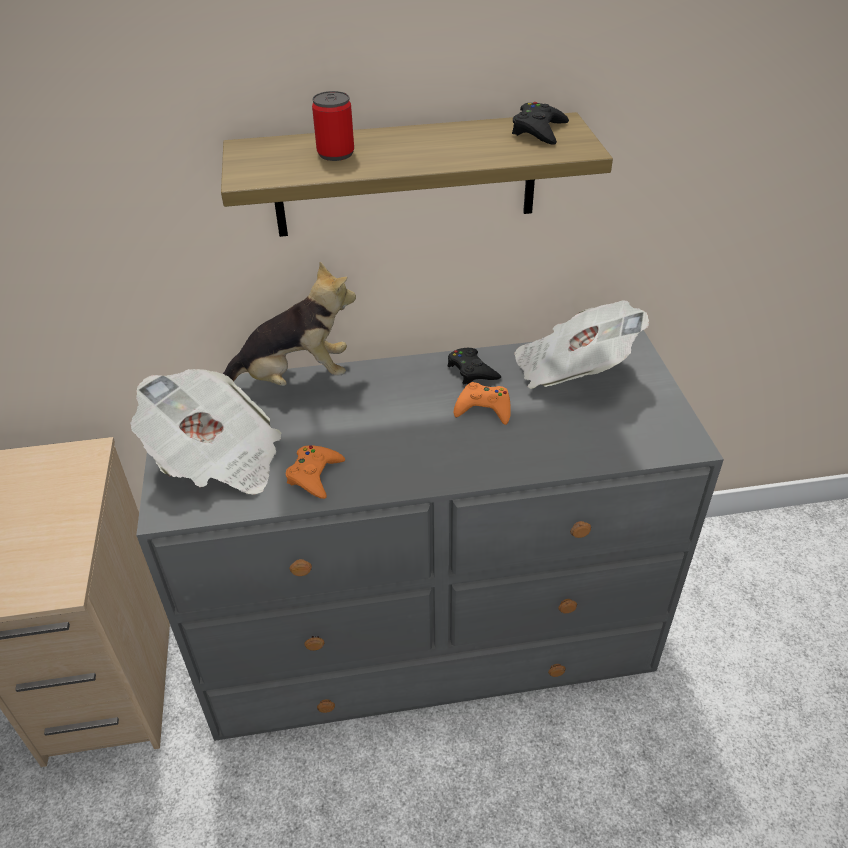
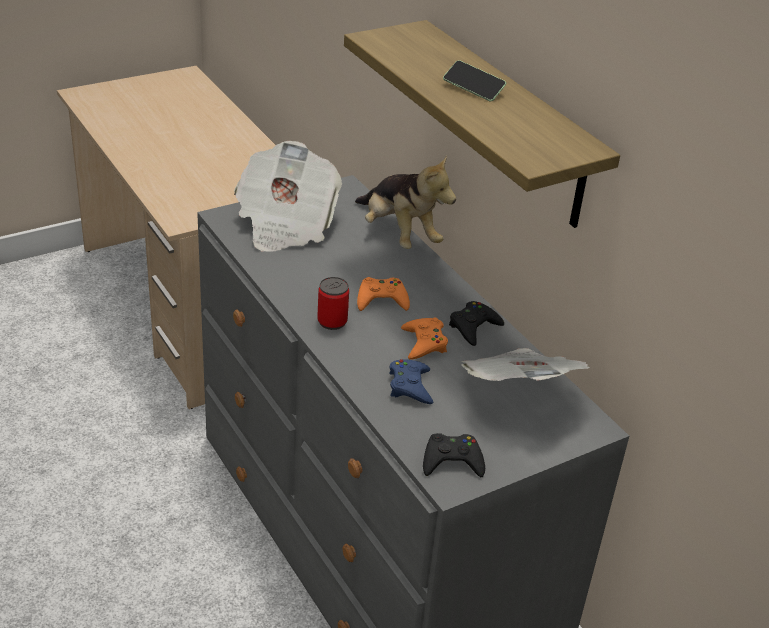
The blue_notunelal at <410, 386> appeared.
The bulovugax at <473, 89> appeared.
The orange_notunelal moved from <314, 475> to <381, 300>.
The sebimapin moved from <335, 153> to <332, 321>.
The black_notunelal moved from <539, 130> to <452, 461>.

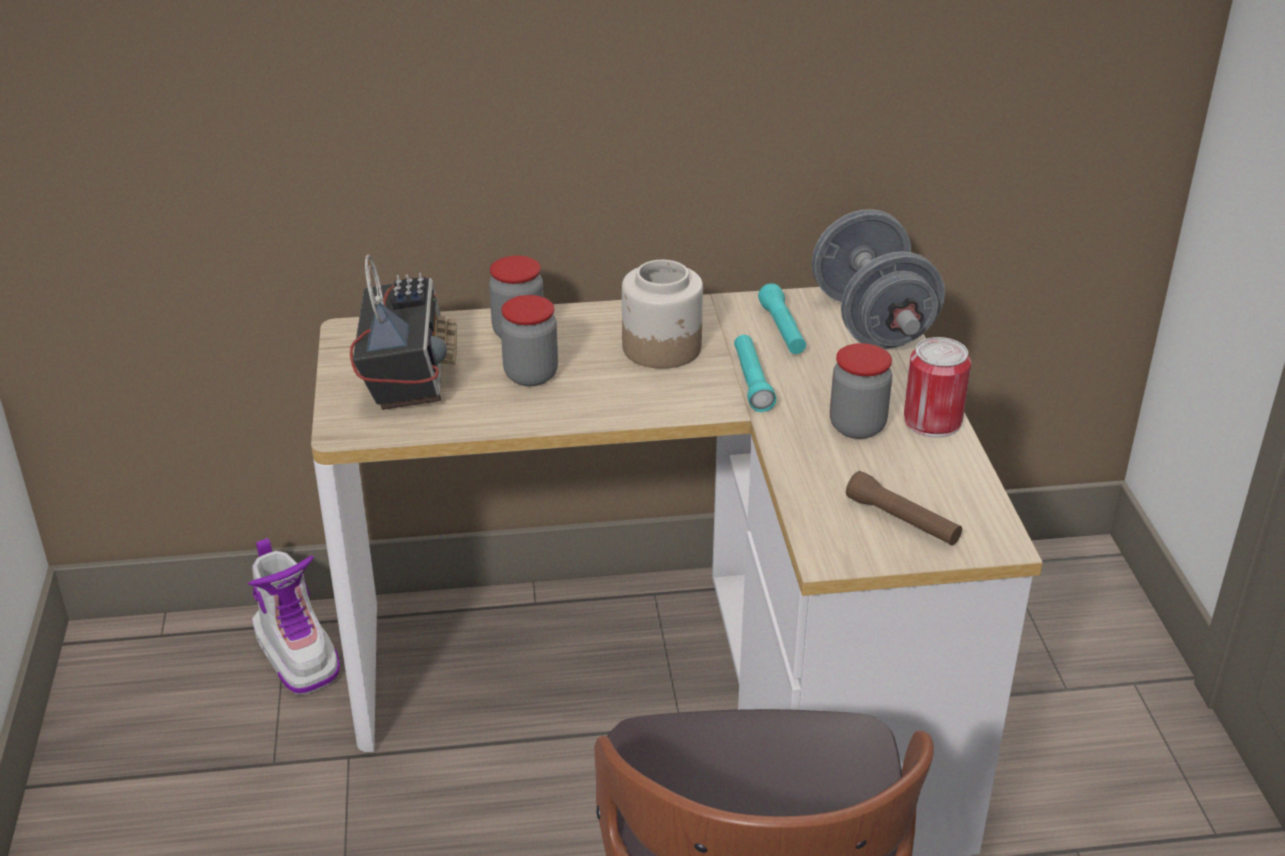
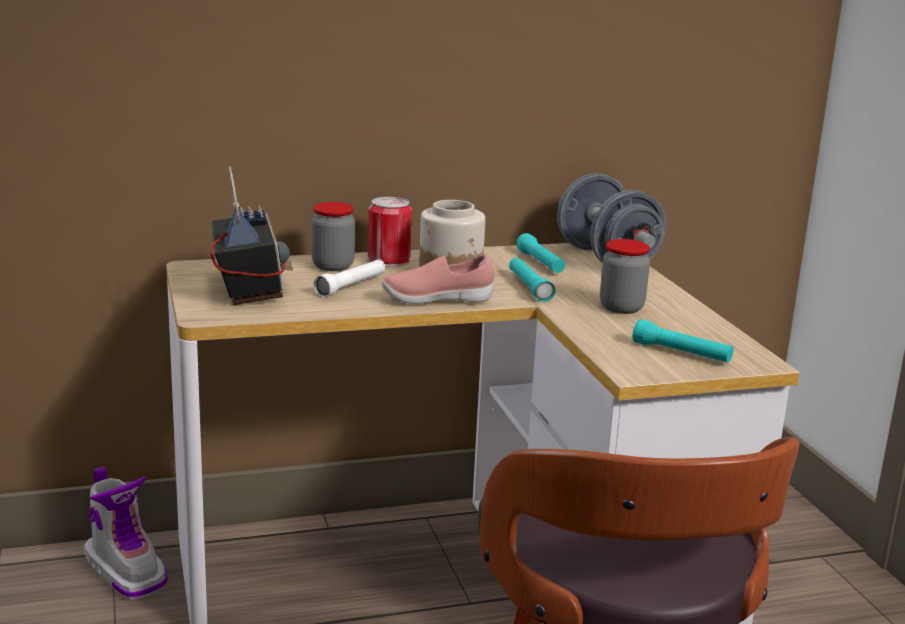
The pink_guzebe at <437, 300> appeared.
The sebimapin moved from <932, 421> to <389, 260>.
The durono at <531, 375> was replaced by the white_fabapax at <351, 286>.
The brown_fabapax at <902, 521> became the turquoise_fabapax at <681, 353>.

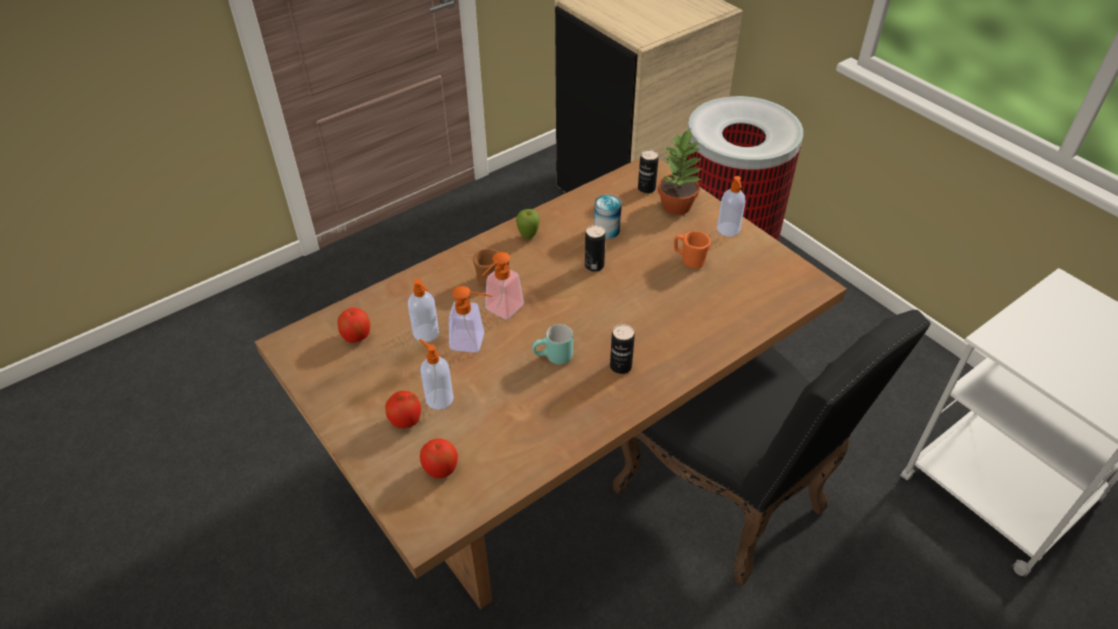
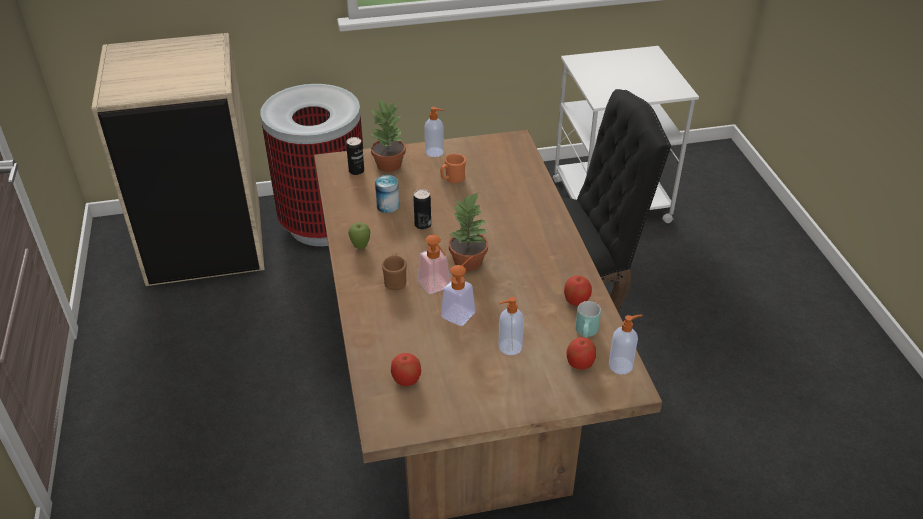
The sebimapin at <620, 366> disappeared.
The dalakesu at <469, 262> appeared.
The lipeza moved from <406, 420> to <576, 301>.
The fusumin moved from <426, 333> to <621, 365>.
The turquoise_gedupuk moved from <553, 358> to <587, 334>.

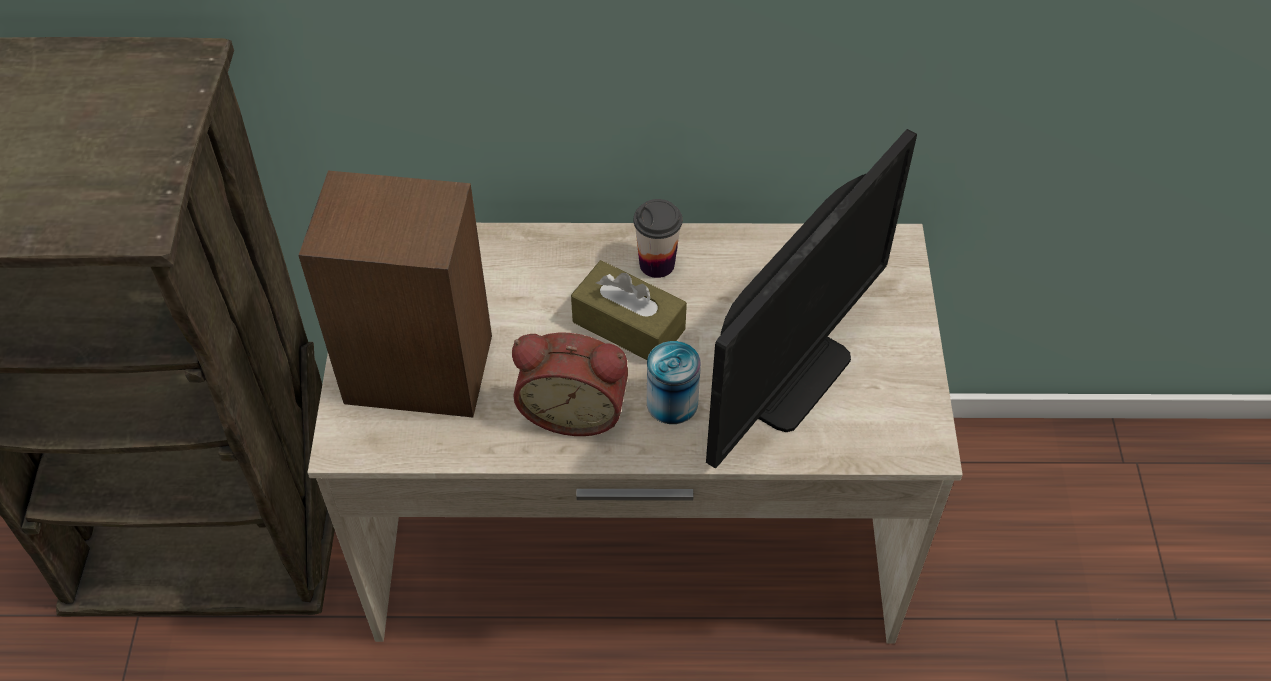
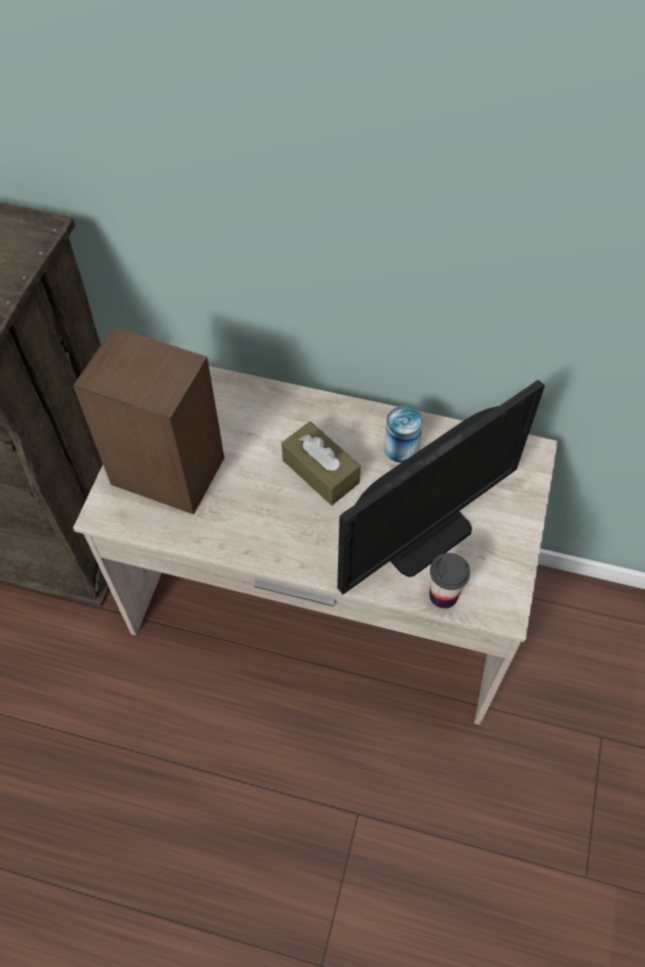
The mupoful at <574, 409> disappeared.
The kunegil moved from <657, 264> to <443, 595>.
The sebimapin moved from <672, 402> to <401, 448>.

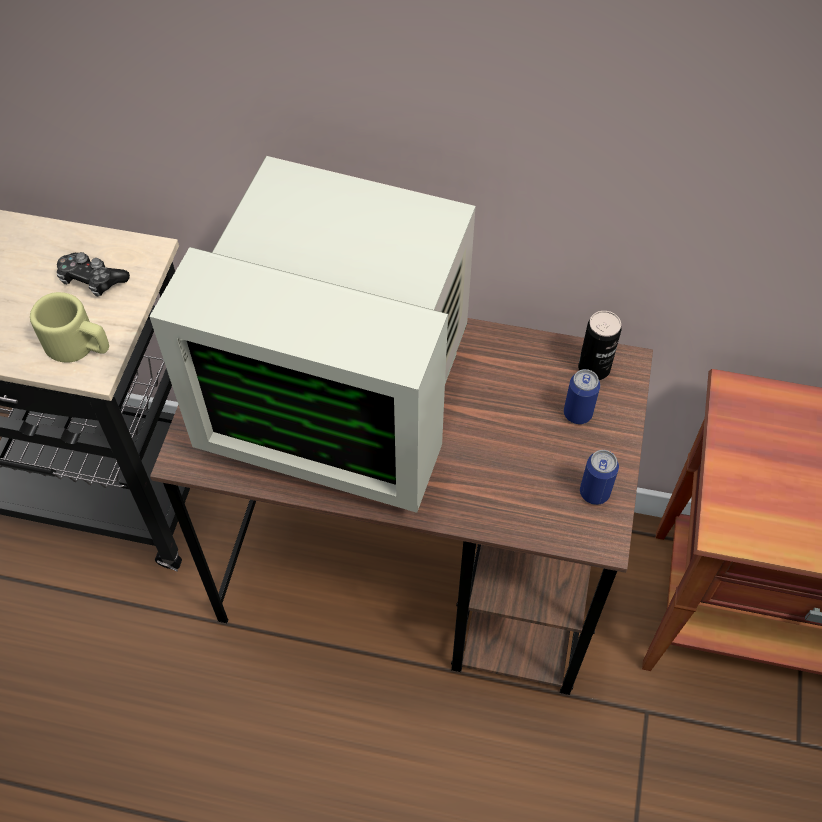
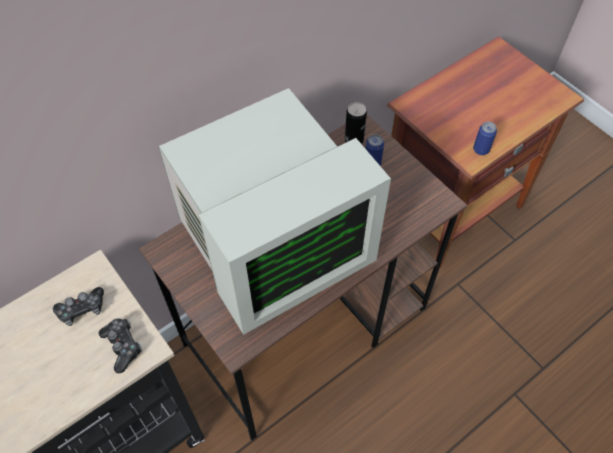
The sebimapin moved from <594, 493> to <481, 150>.
The beige_gedupuk at <79, 346> was replaced by the notunelal at <123, 346>.

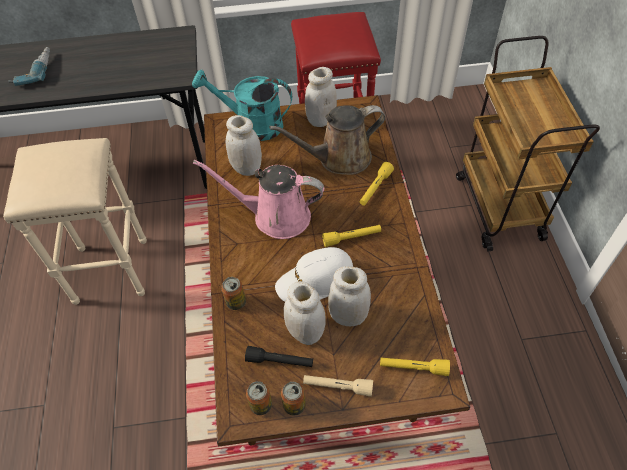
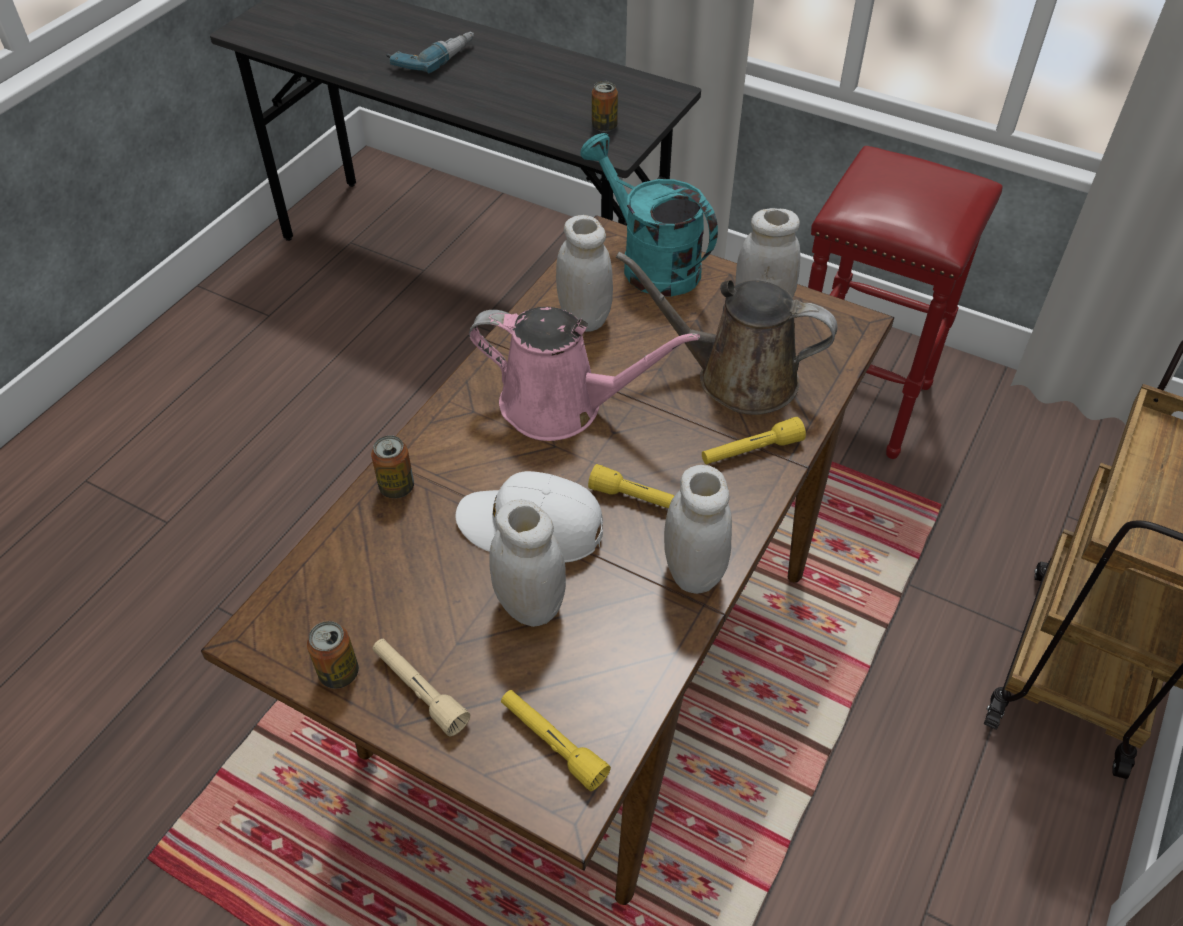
The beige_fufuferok at <109, 272> disappeared.
The black_fabapax at <280, 361> disappeared.
The sebimapin moved from <261, 405> to <604, 126>.
The white_durono moved from <305, 332> to <693, 572>.
The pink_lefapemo at <275, 216> turned 150 degrees clockwise.

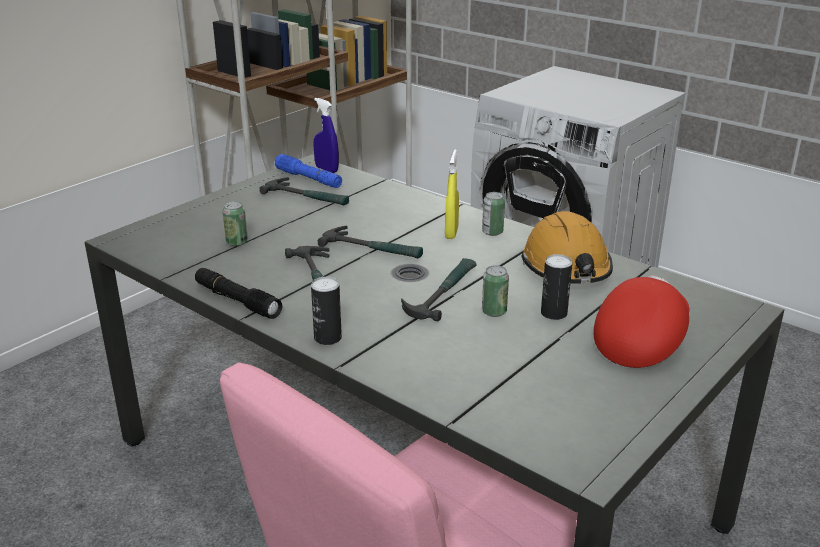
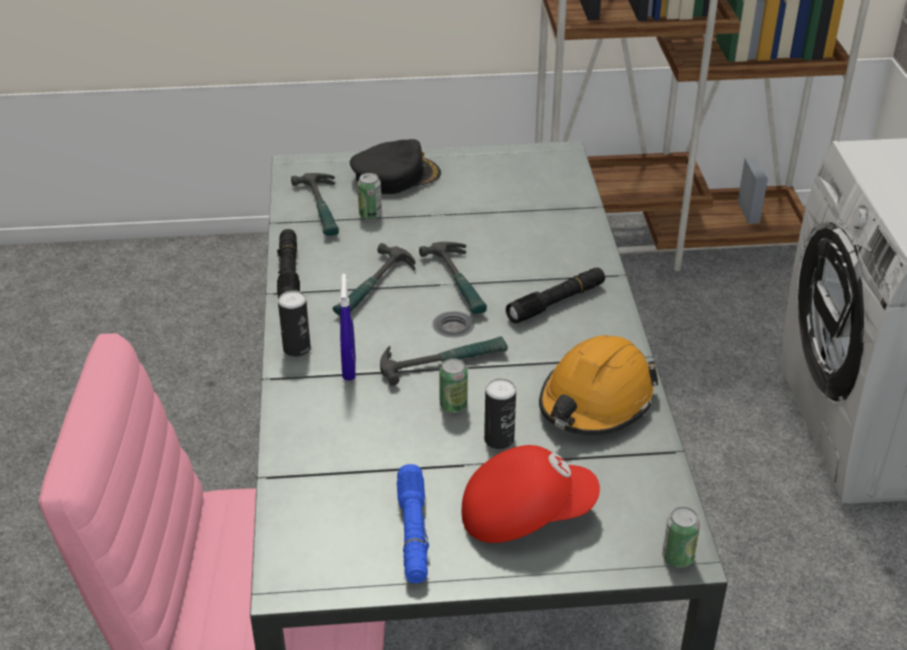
The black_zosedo at <395, 175> appeared.
The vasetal moved from <307, 197> to <323, 209>.
The blue_fabapax moved from <308, 179> to <413, 532>.
The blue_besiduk moved from <326, 169> to <349, 369>.
The sebimapin moved from <492, 232> to <677, 557>.
The yellow_besiduk at <451, 233> was replaced by the black_fabapax at <556, 302>.

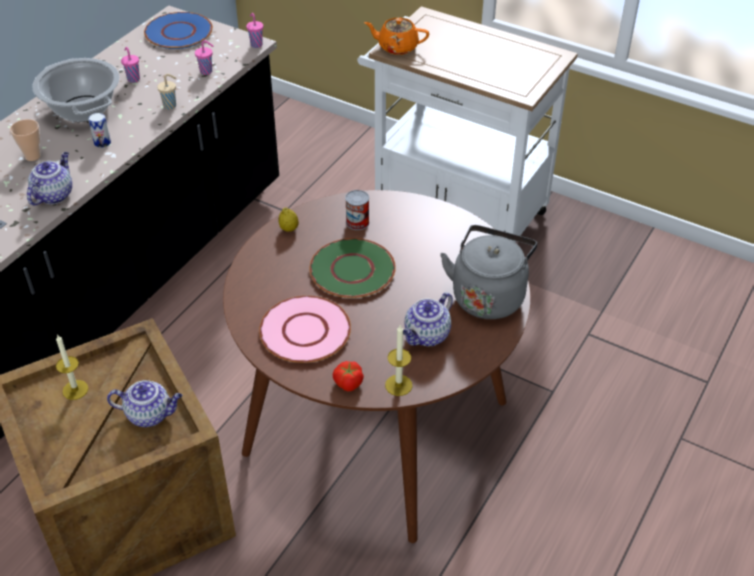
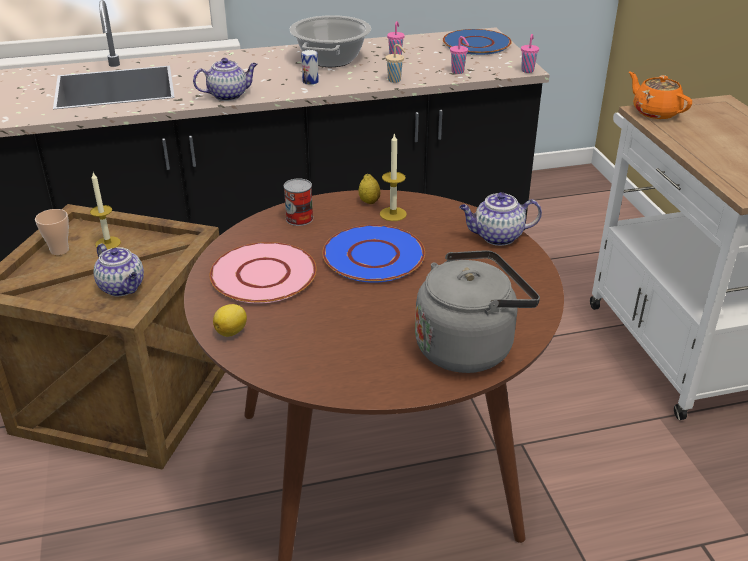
The kunegil moved from <32, 156> to <59, 250>.
The sebimapin moved from <357, 222> to <299, 218>.
The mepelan moved from <398, 385> to <393, 214>.
The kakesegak moved from <426, 336> to <497, 237>.
The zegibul at <348, 382> was replaced by the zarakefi at <232, 331>.
The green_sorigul at <351, 270> became the blue_sorigul at <373, 255>.

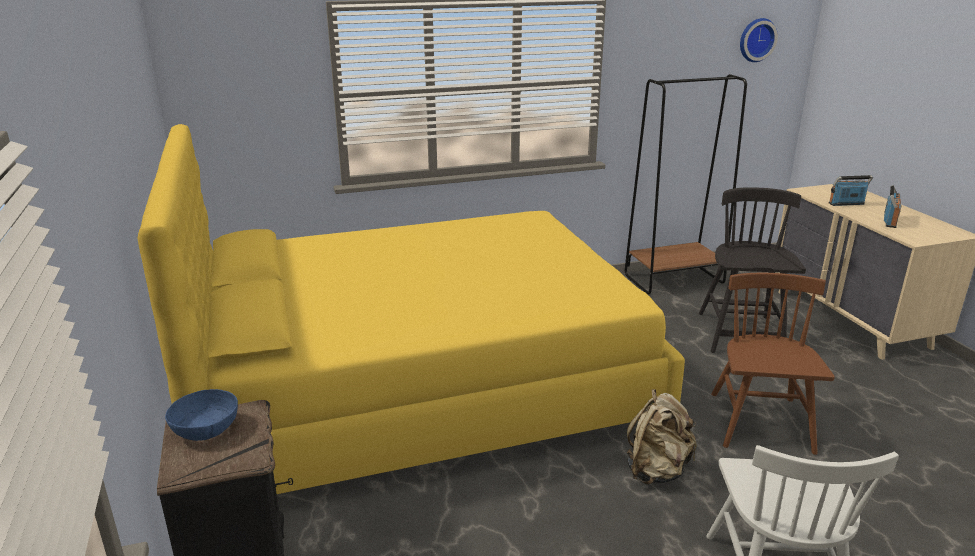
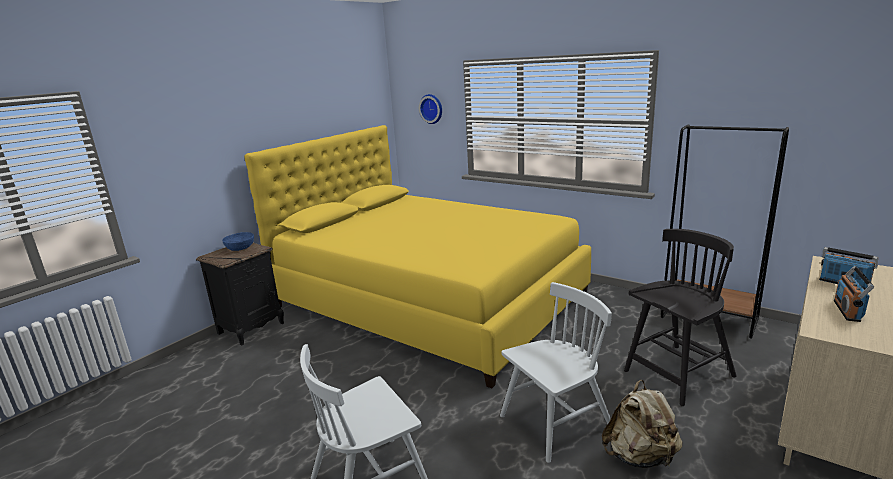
The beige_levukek moved from <657, 470> to <640, 457>.
The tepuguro moved from <756, 40> to <432, 109>.
The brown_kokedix at <760, 423> became the white_kokedix at <555, 422>.
The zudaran at <890, 221> turned 120 degrees clockwise.

